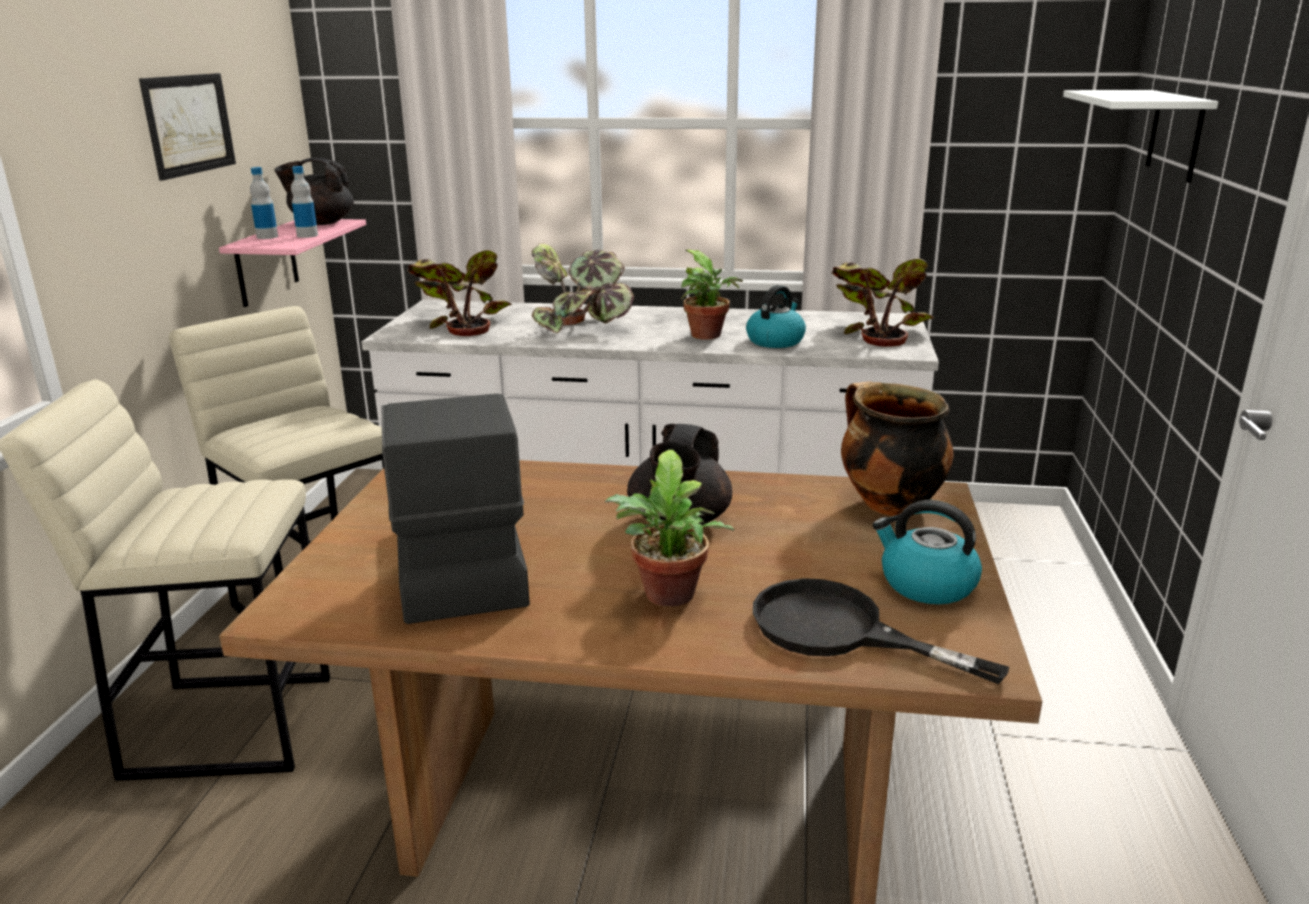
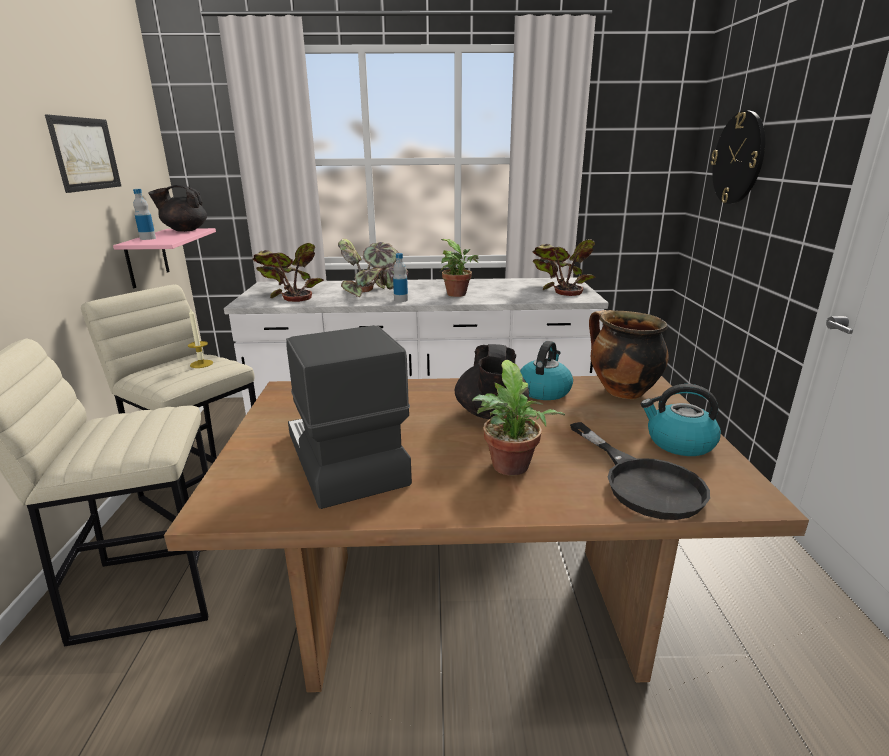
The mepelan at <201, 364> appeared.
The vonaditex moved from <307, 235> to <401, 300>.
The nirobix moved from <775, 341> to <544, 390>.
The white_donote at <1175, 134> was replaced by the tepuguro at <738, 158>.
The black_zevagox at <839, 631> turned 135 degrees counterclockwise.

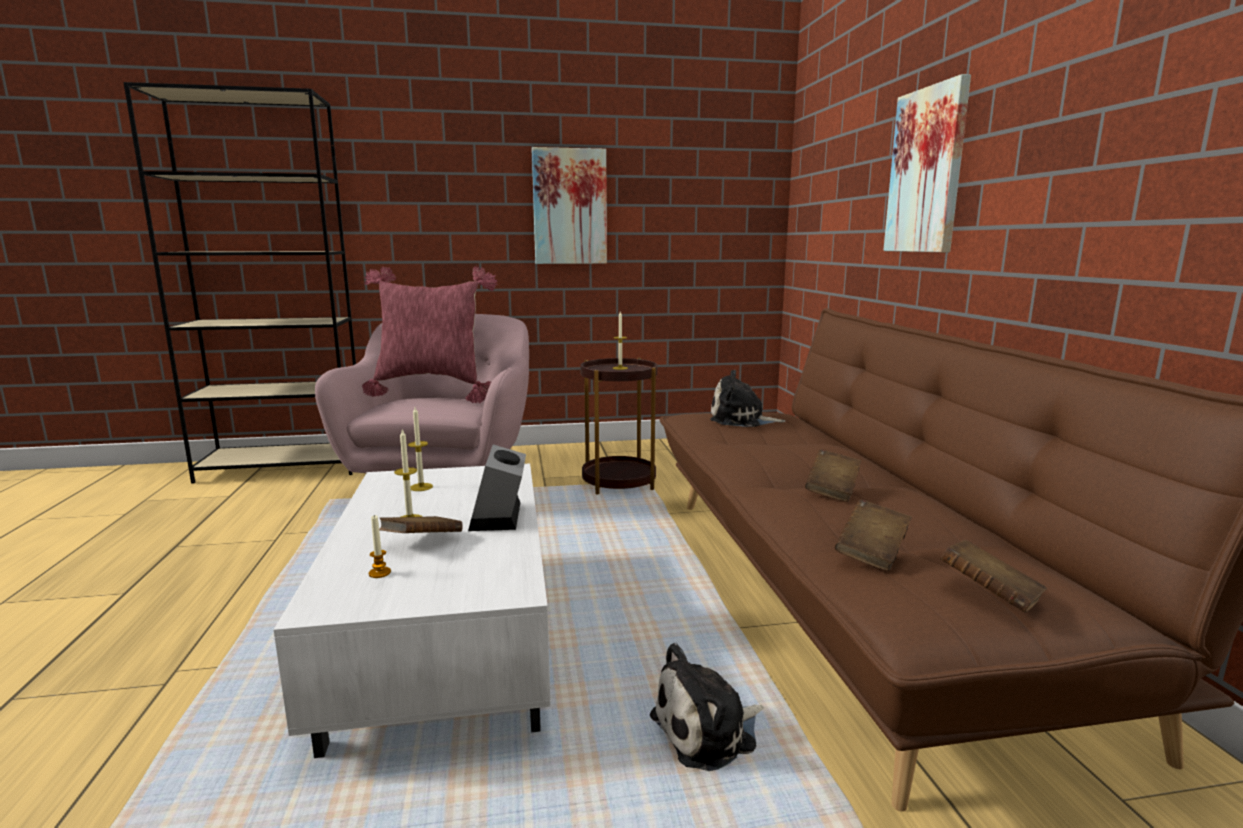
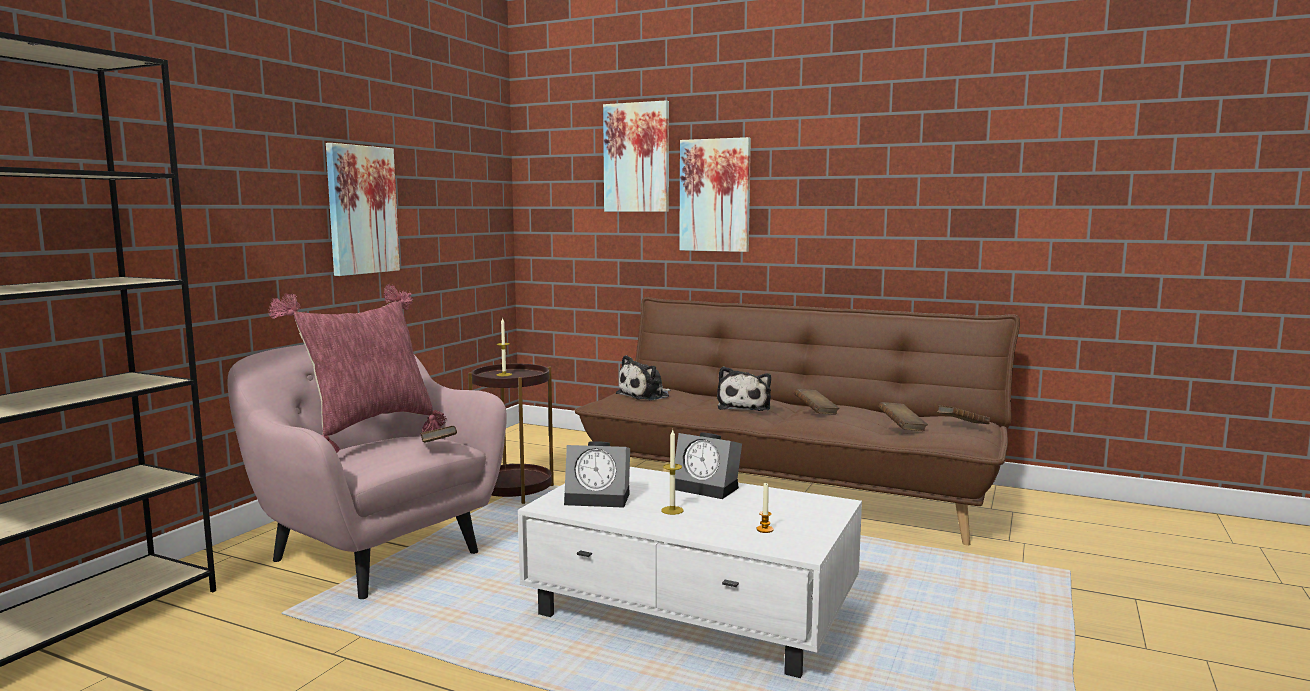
The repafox at <637, 157> appeared.
The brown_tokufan moved from <422, 542> to <439, 446>.
The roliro moved from <709, 731> to <744, 406>.
The mepelan at <421, 487> was replaced by the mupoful at <600, 498>.

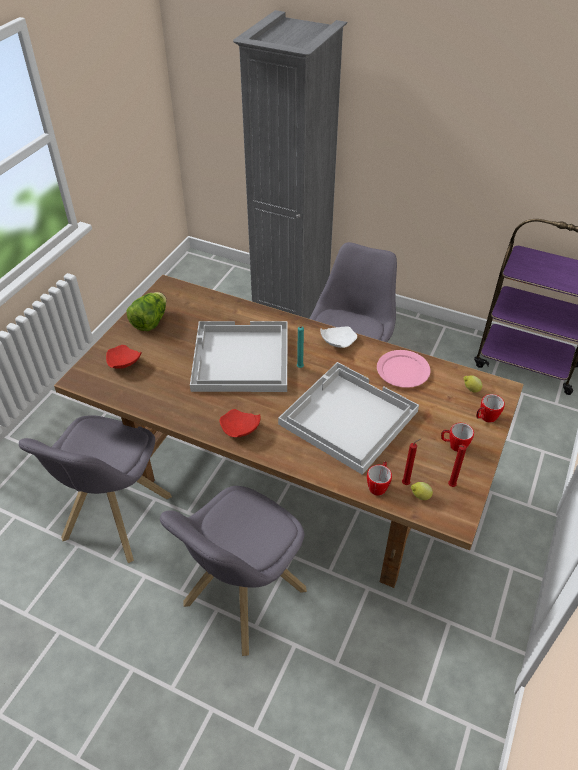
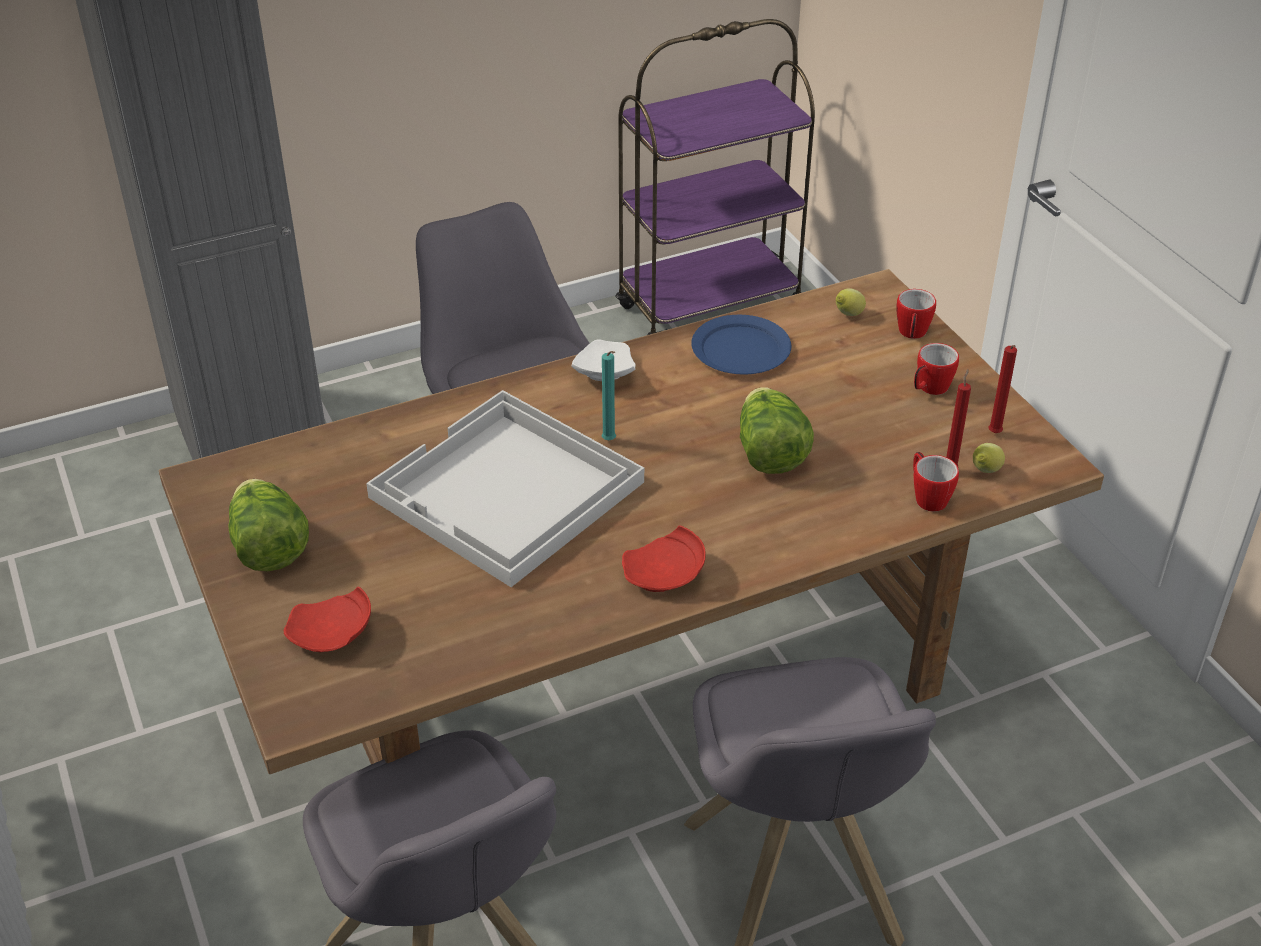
The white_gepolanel at <347, 418> was replaced by the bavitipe at <769, 453>.
The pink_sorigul at <403, 371> became the blue_sorigul at <741, 350>.

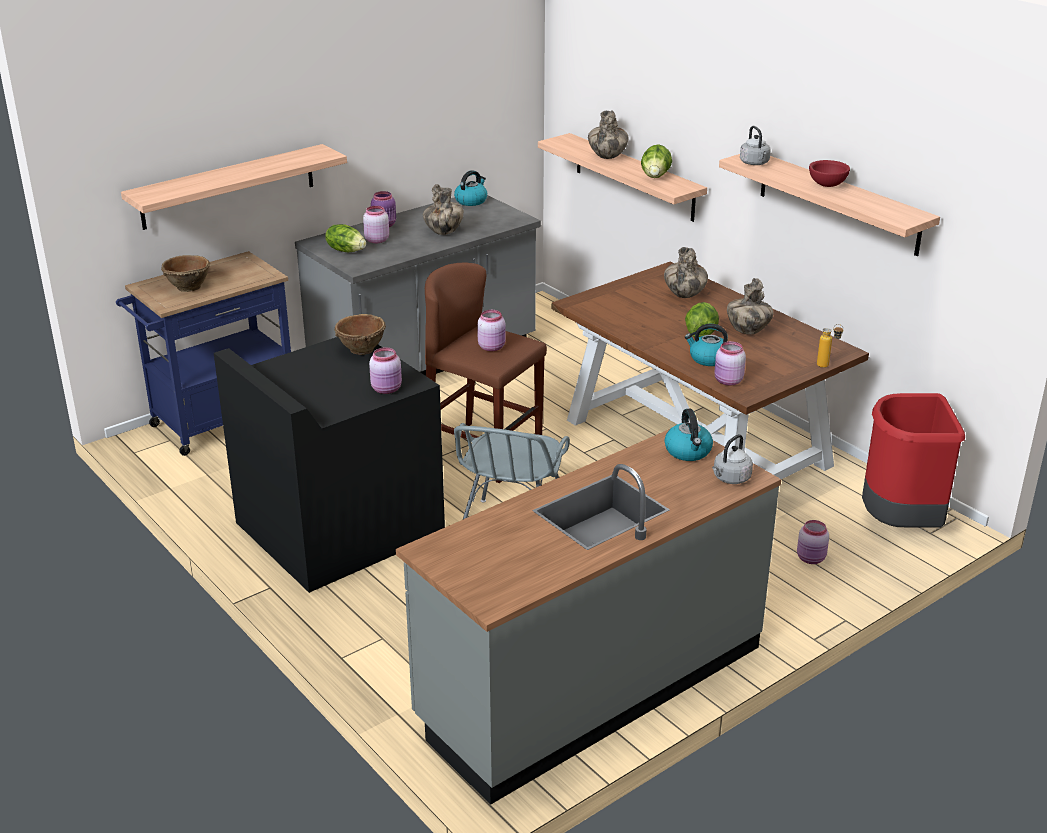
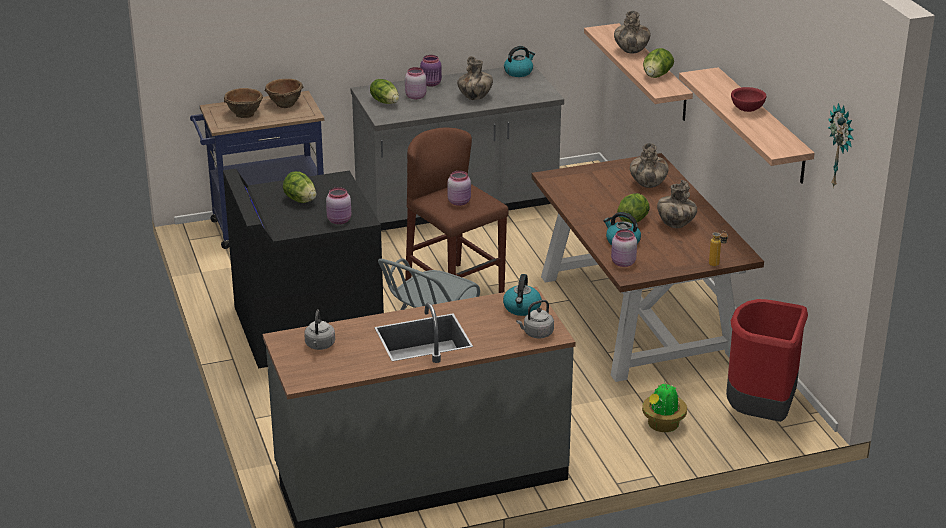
The donote at <228, 186> disappeared.
The bavitipe at <300, 200> appeared.
The tepuguro at <842, 146> appeared.
The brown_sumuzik moved from <361, 350> to <284, 104>.
The grey_nirobix moved from <755, 163> to <320, 345>.
The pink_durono at <811, 559> was replaced by the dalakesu at <662, 425>.

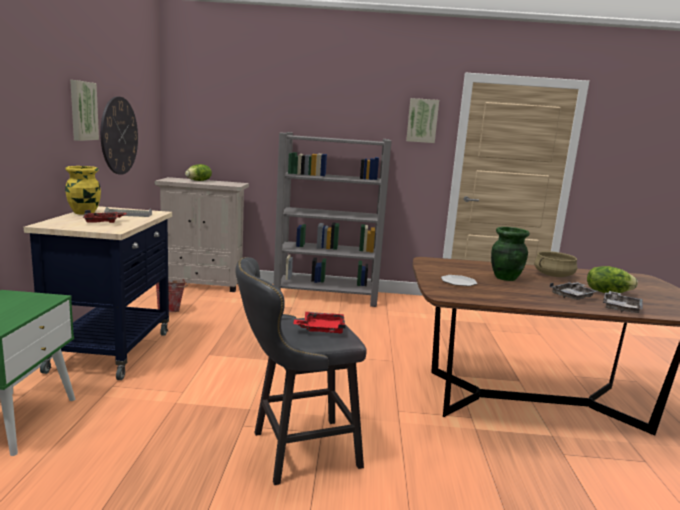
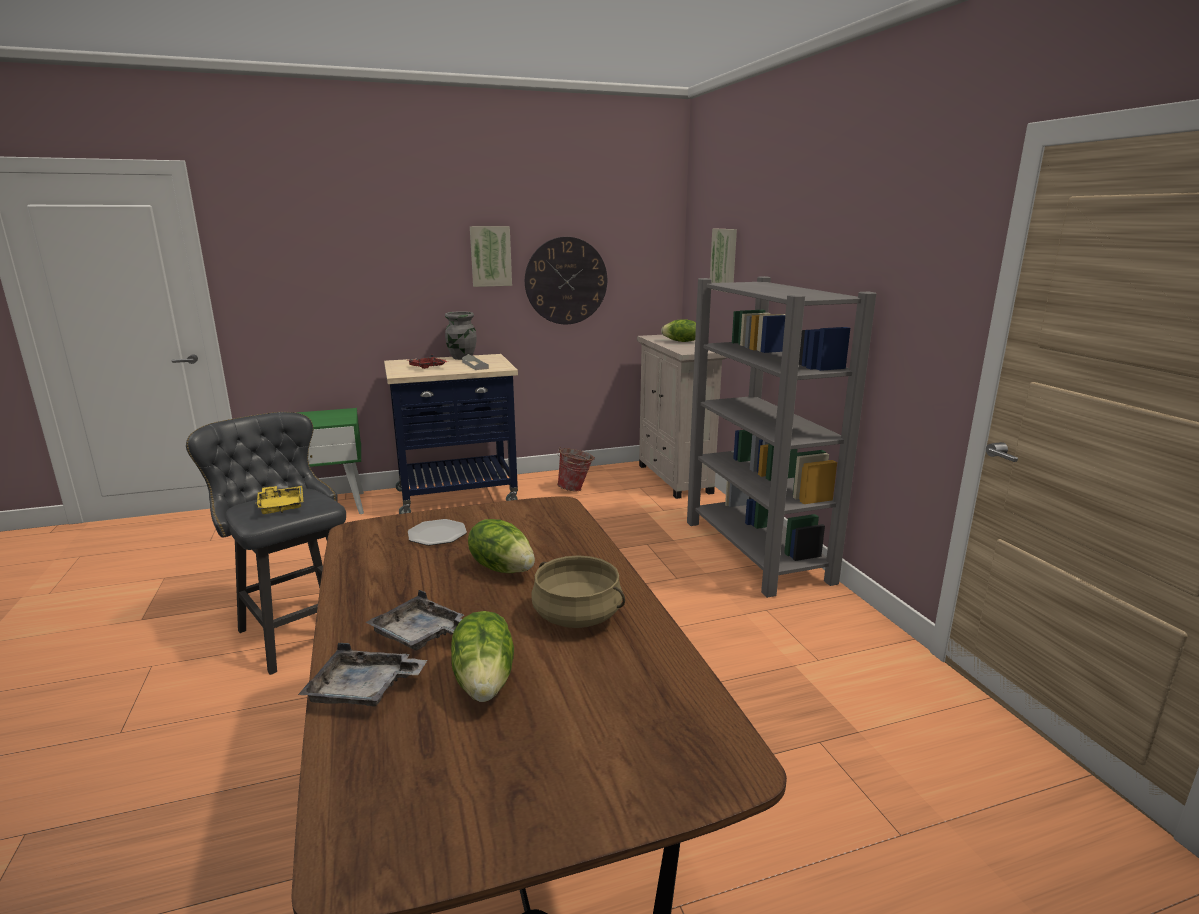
The repafox moved from <422, 120> to <725, 260>.
The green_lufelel at <505, 278> was replaced by the bavitipe at <503, 567>.
The yellow_lufelel at <84, 213> became the grey_lufelel at <461, 358>.
The red_gepolanel at <321, 329> became the yellow_gepolanel at <281, 506>.

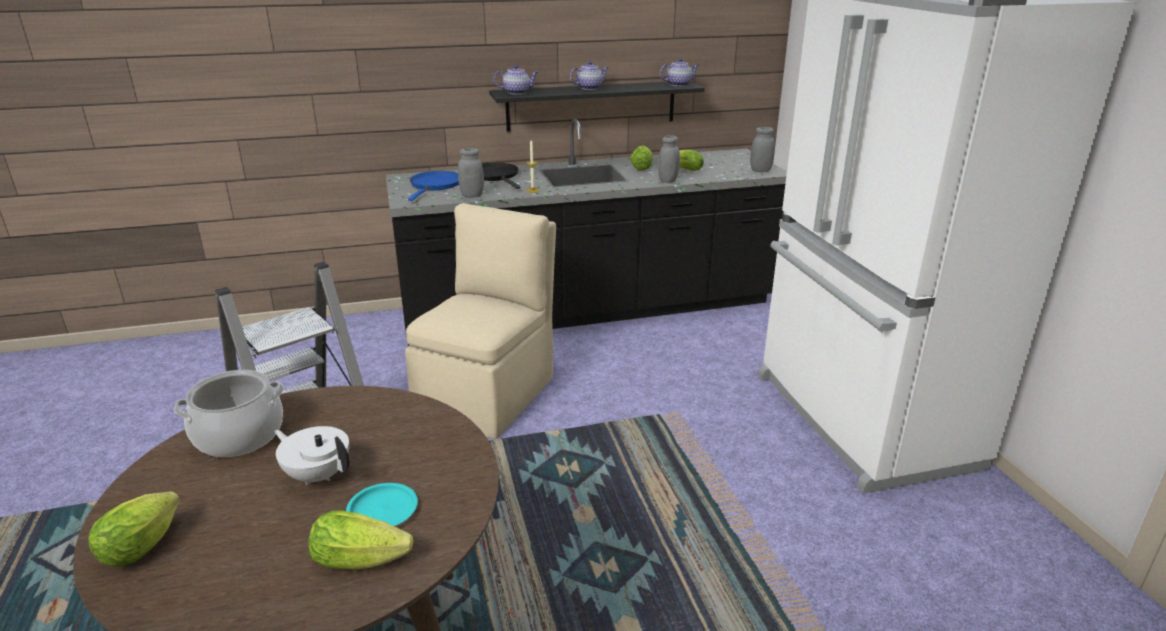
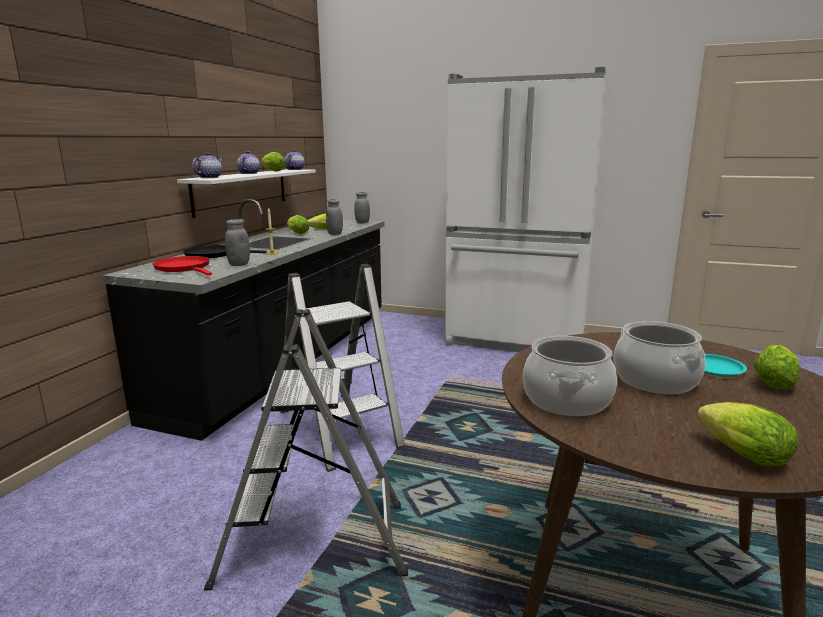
The bavitipe at <272, 171> appeared.
The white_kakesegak at <318, 475> was replaced by the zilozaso at <654, 380>.
The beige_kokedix at <489, 395> was replaced by the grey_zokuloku at <338, 427>.
The blue_zevagox at <435, 185> became the red_zevagox at <184, 268>.
The black_donote at <591, 105> became the white_donote at <241, 191>.

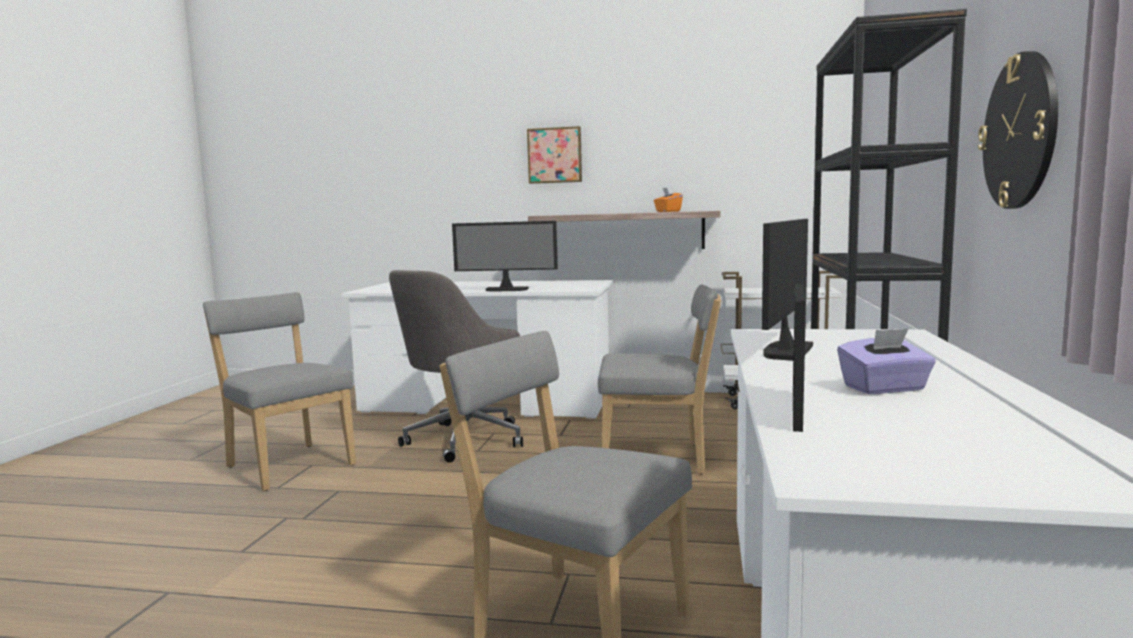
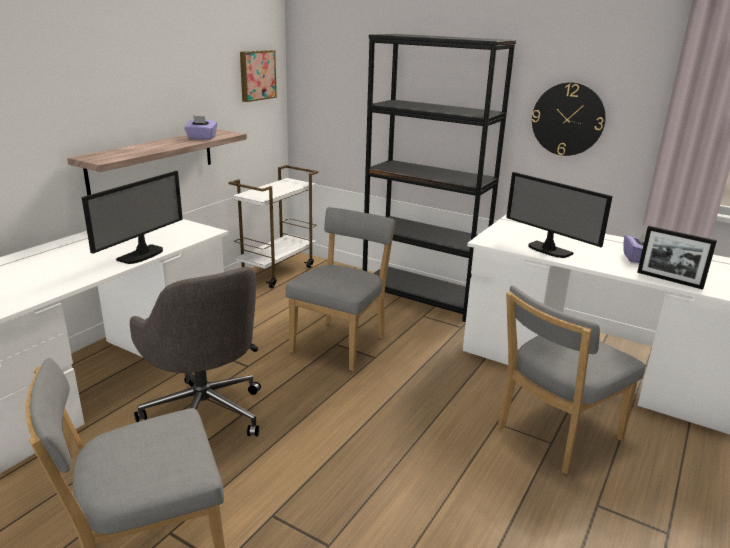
The repafox moved from <555, 155> to <256, 75>.
The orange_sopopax at <667, 211> became the purple_sopopax at <201, 138>.

